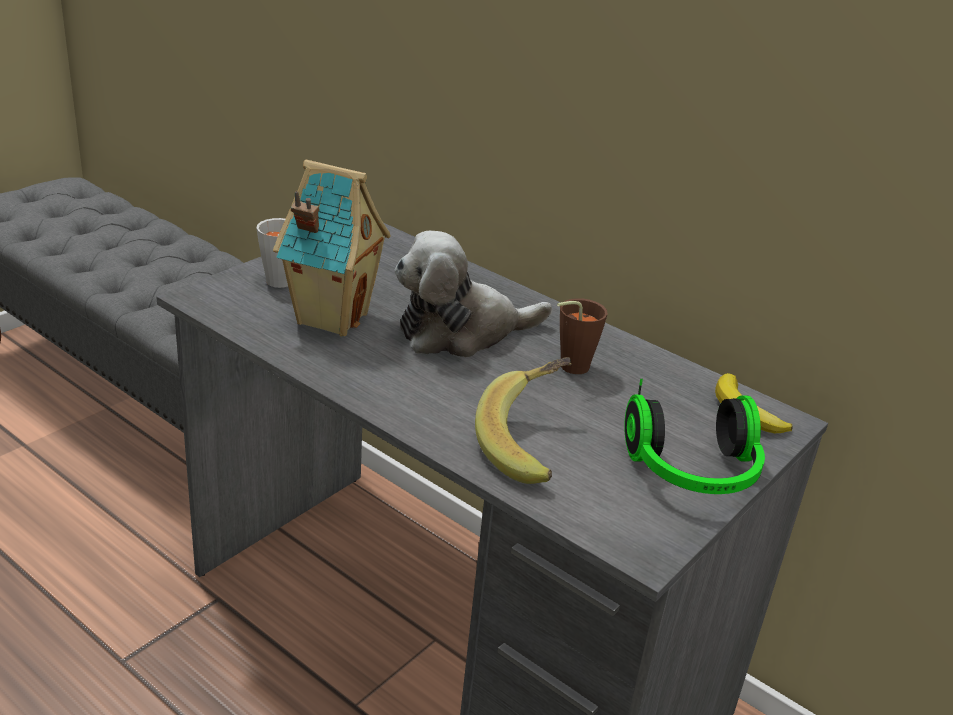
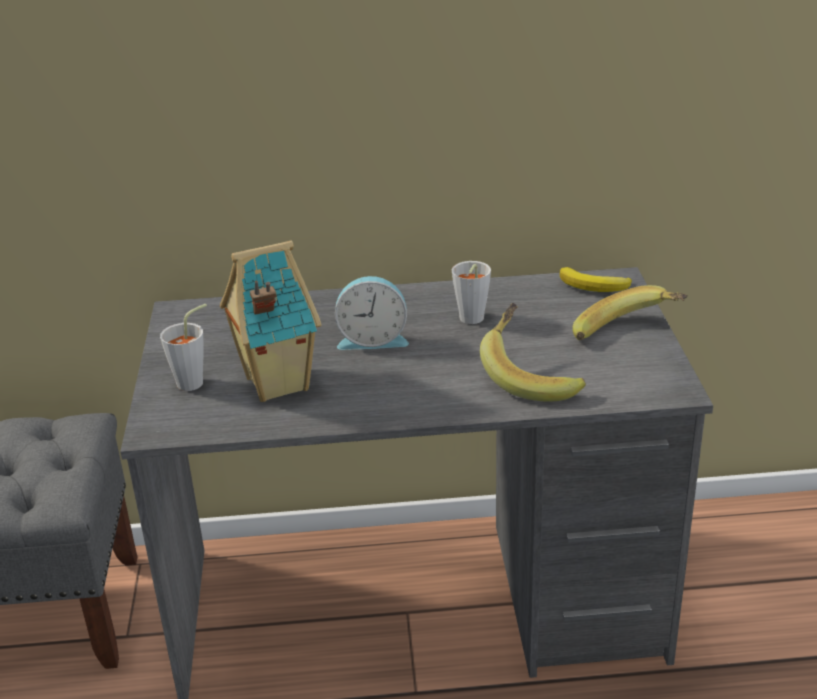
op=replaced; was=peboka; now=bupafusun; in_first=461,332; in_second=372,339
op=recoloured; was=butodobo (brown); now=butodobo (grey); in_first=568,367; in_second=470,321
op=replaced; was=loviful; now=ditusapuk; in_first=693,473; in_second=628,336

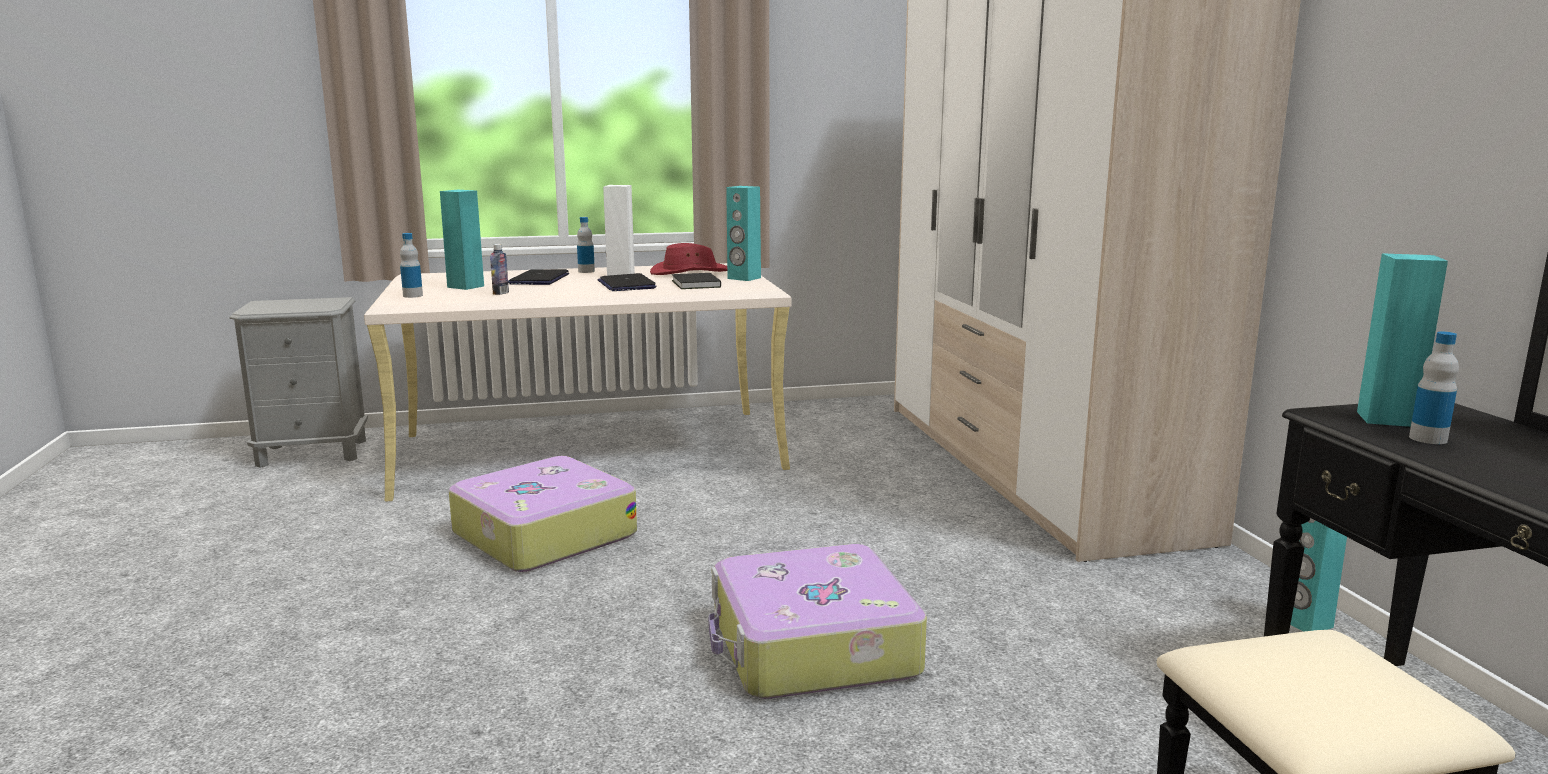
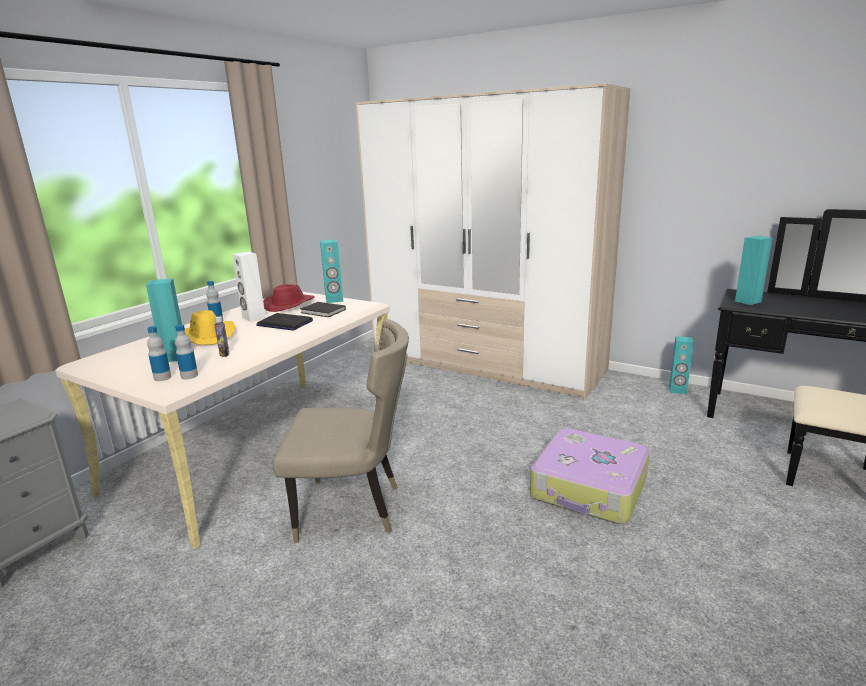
op=replaced; was=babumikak; now=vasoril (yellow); in_first=539,279; in_second=208,336
op=moved; was=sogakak; in_first=1428,439; in_second=189,376
op=replaced; was=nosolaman; now=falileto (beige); in_first=542,534; in_second=354,509

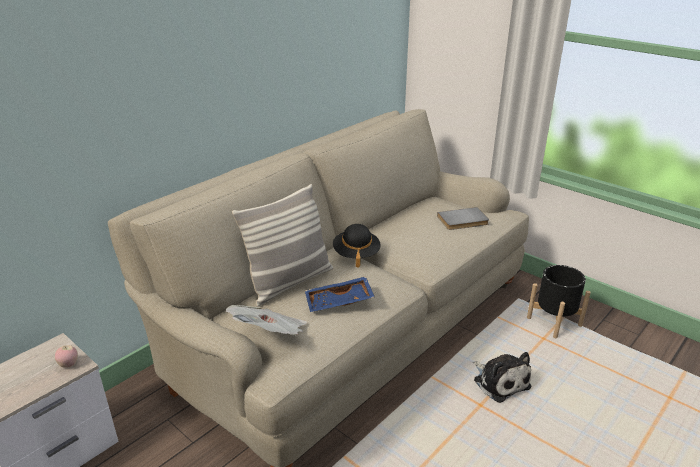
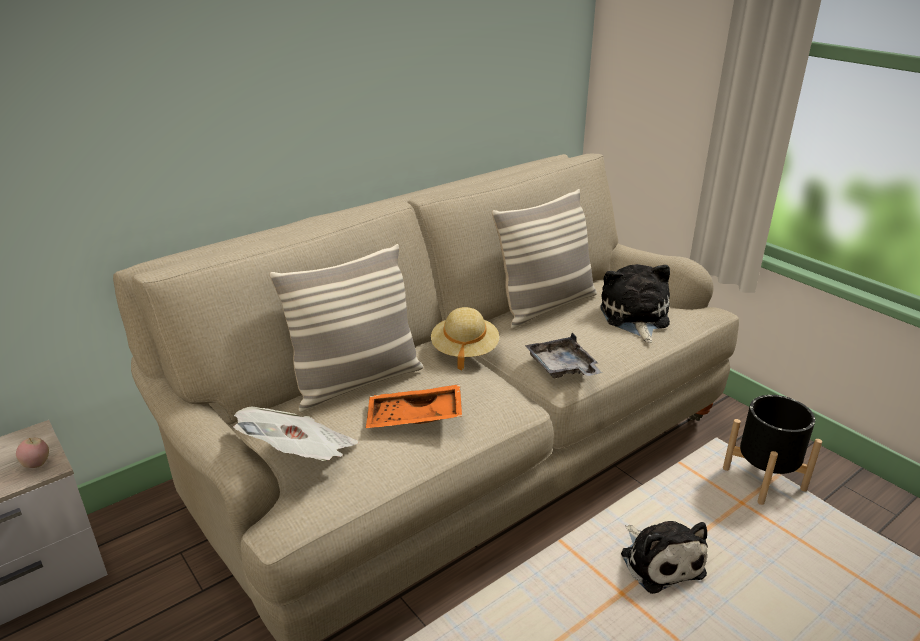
op=replaced; was=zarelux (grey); now=peboka; in_first=463,221; in_second=634,317
op=recoloured; was=vasoril (black); now=vasoril (beige); in_first=356,254; in_second=464,351
op=recoloured; was=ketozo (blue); now=ketozo (orange); in_first=339,302; in_second=414,418
op=added; now=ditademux; in_second=545,306
op=added; now=ketozo (grey); in_second=562,367

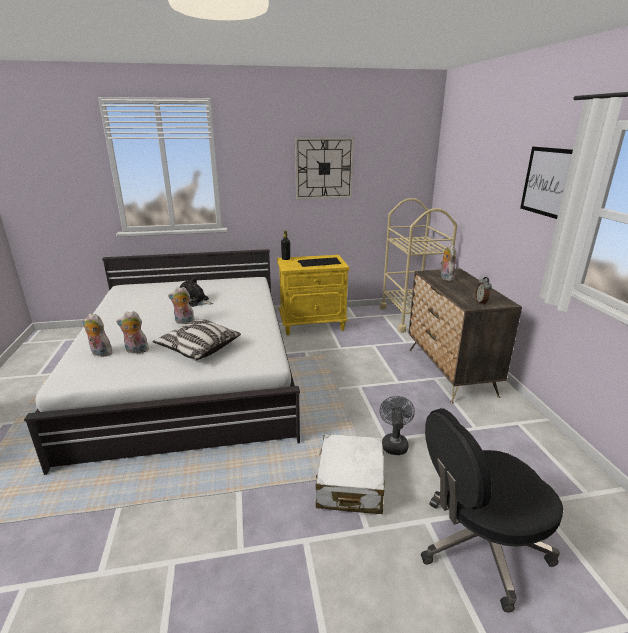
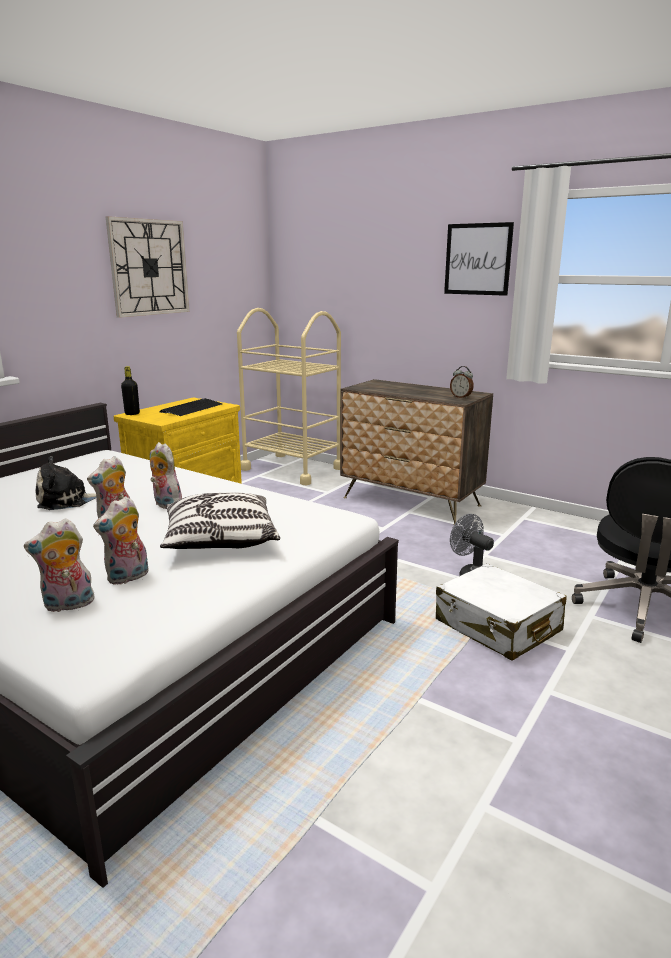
op=moved; was=peboka; in_first=445,278; in_second=165,504

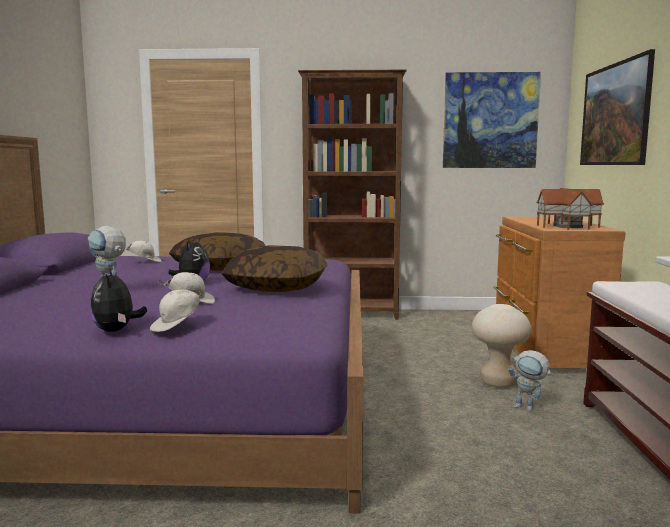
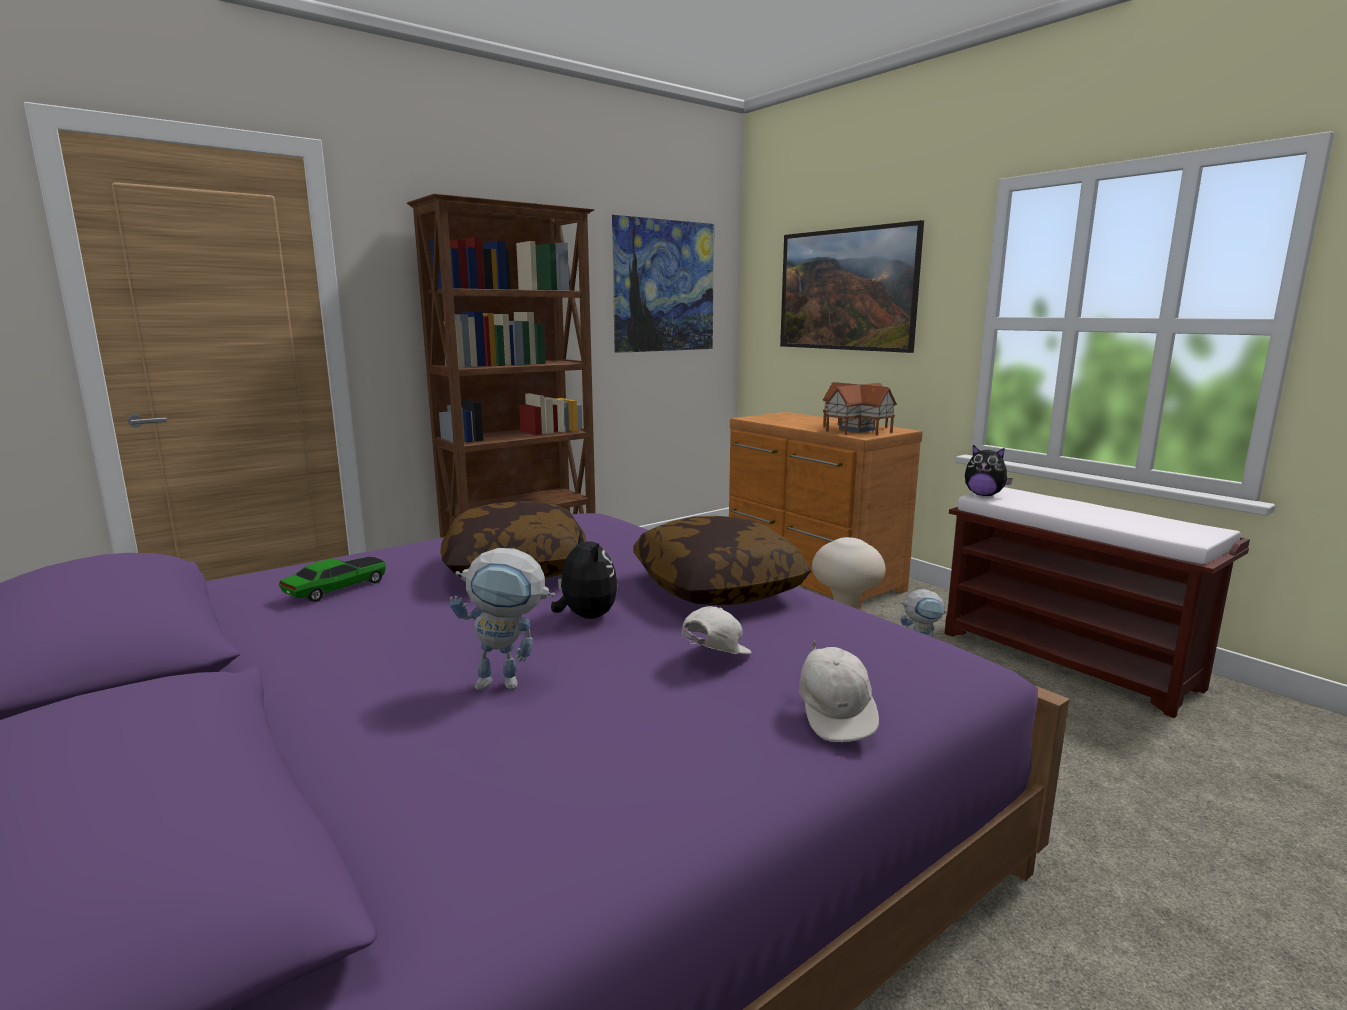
op=replaced; was=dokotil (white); now=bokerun; in_first=144,262; in_second=336,589
op=moved; was=peboka; in_first=116,330; in_second=984,495

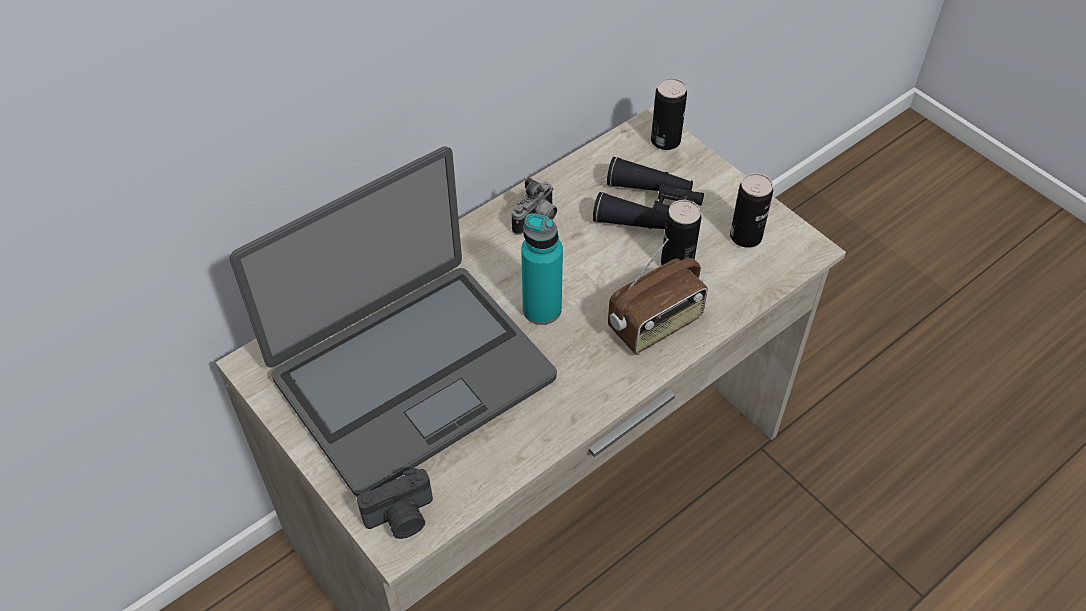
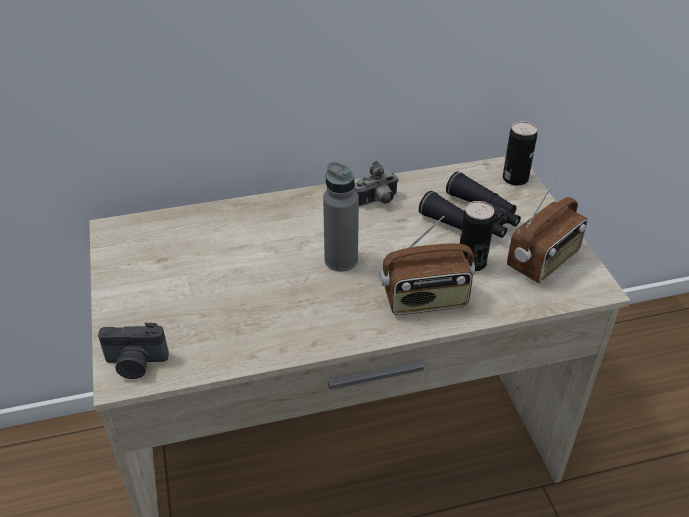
op=removed; was=babumikak; in_first=411,375
op=replaced; was=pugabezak; now=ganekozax; in_first=745,236; in_second=543,262
op=recoloured; was=sogakak (turquoise); now=sogakak (grey); in_first=542,309; in_second=341,260

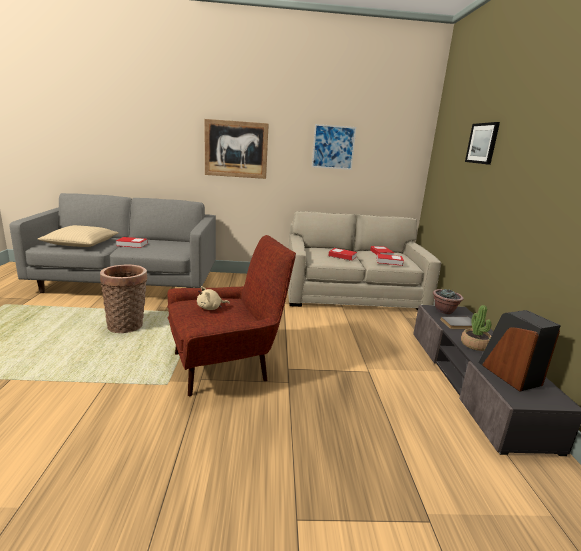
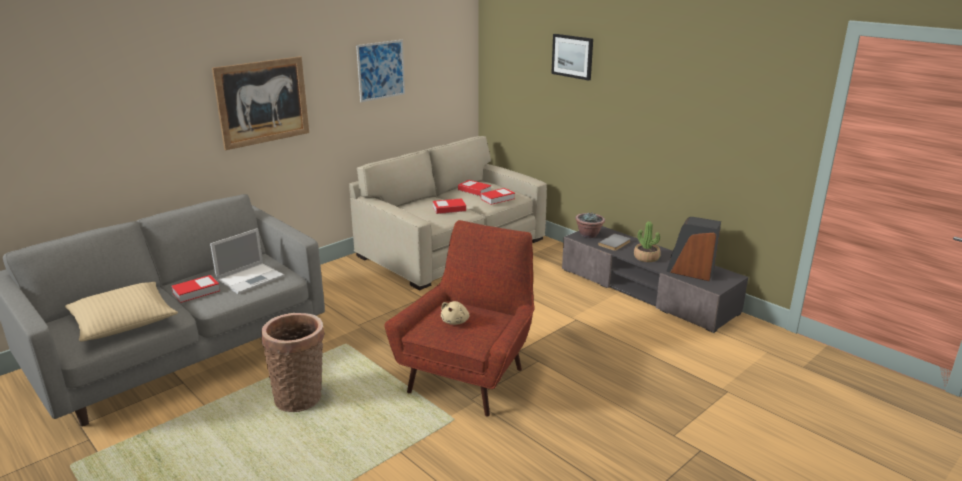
op=added; now=babumikak; in_second=251,278

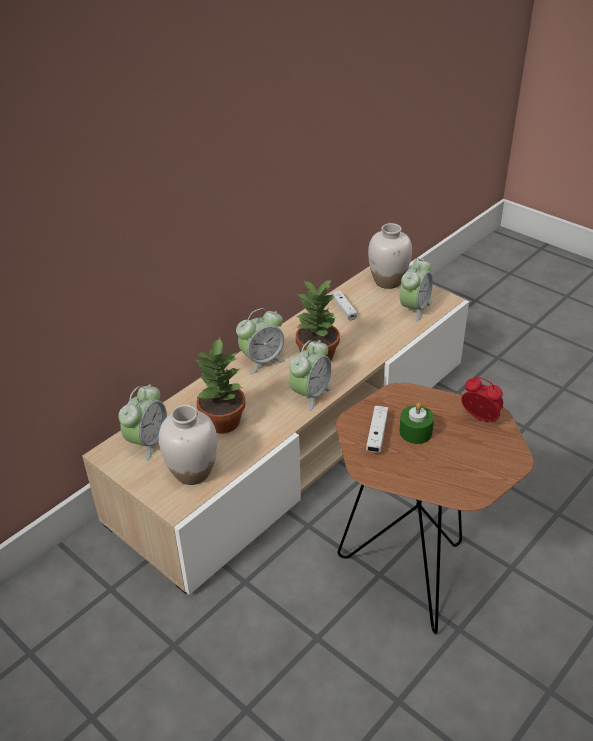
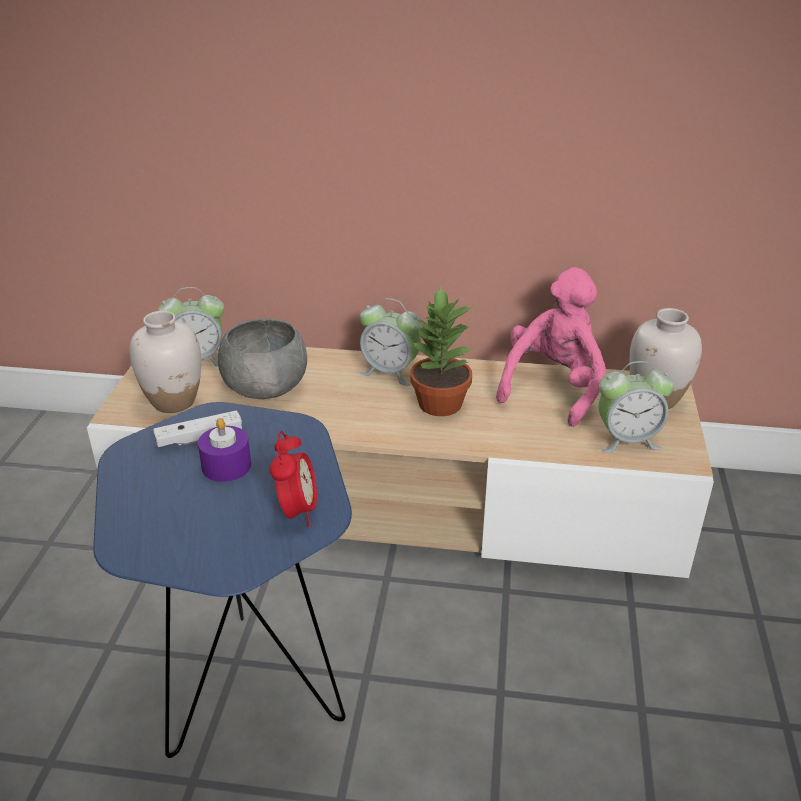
op=replaced; was=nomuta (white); now=peboka (pink); in_first=344,309; in_second=553,388
op=replaced; was=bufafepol; now=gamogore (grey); in_first=222,422; in_second=264,388
op=removed; was=bupafusun; in_first=310,394
op=recoloured; was=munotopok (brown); now=munotopok (blue); in_first=415,578; in_second=252,699
op=recoloured; was=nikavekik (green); now=nikavekik (purple); in_first=415,432; in_second=226,466

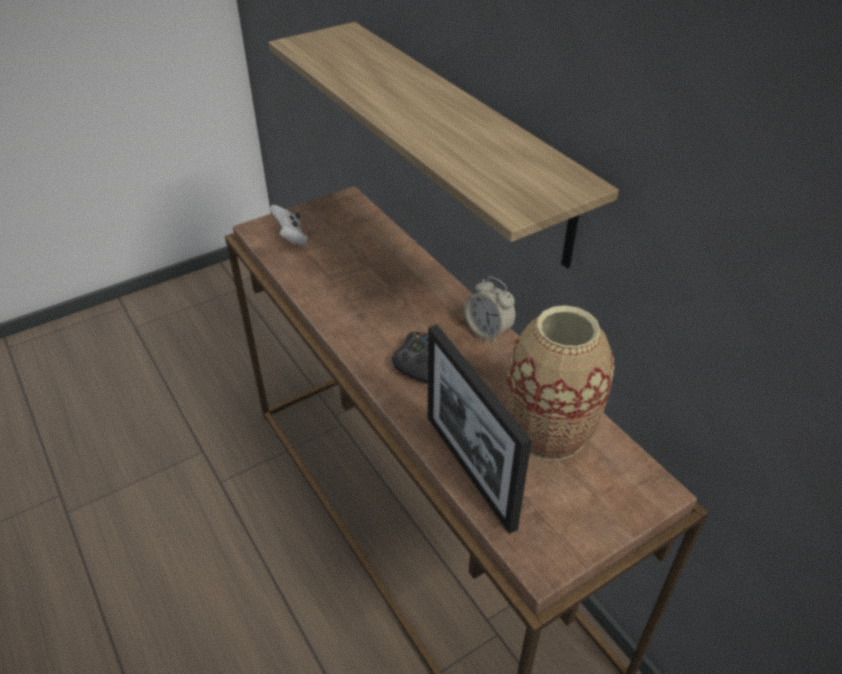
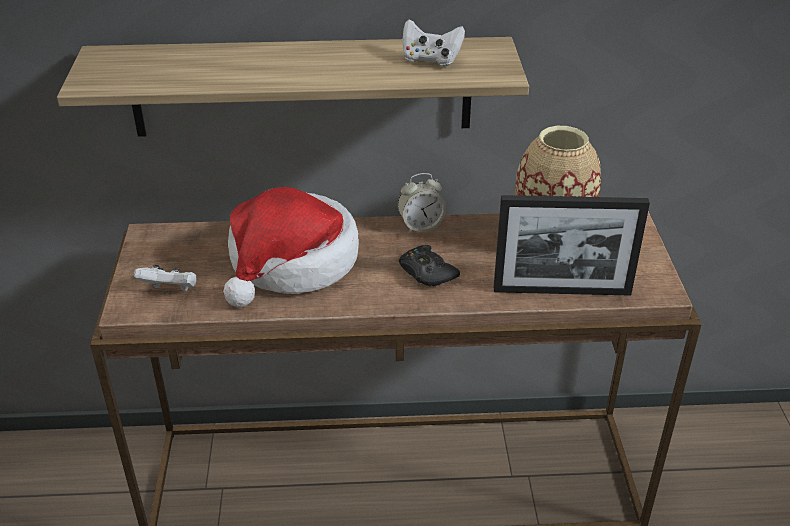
op=added; now=nomuta (white); in_second=430,60
op=added; now=vasoril; in_second=291,263

